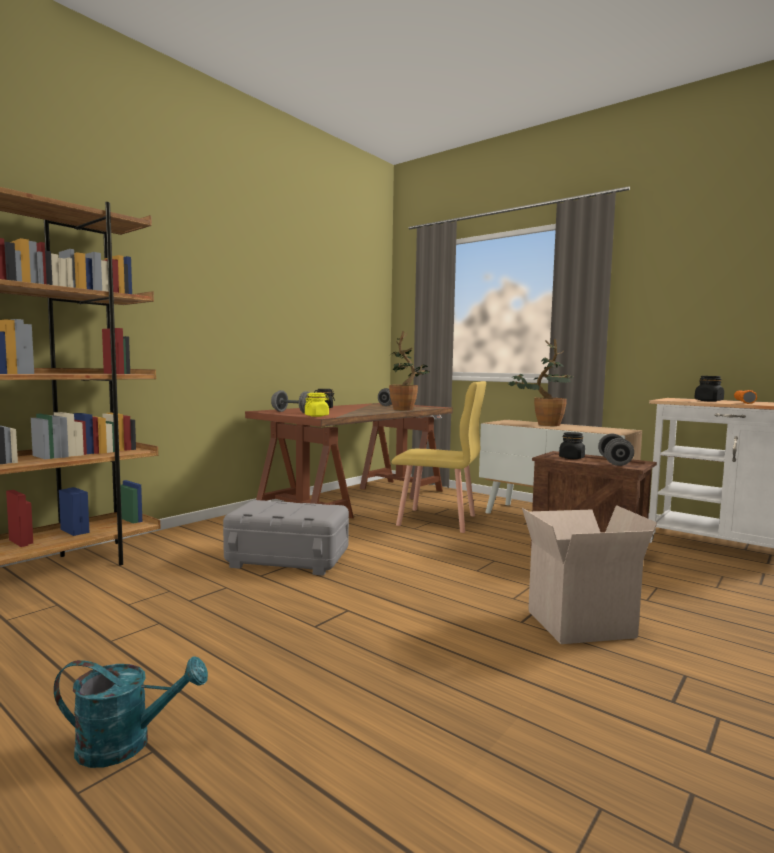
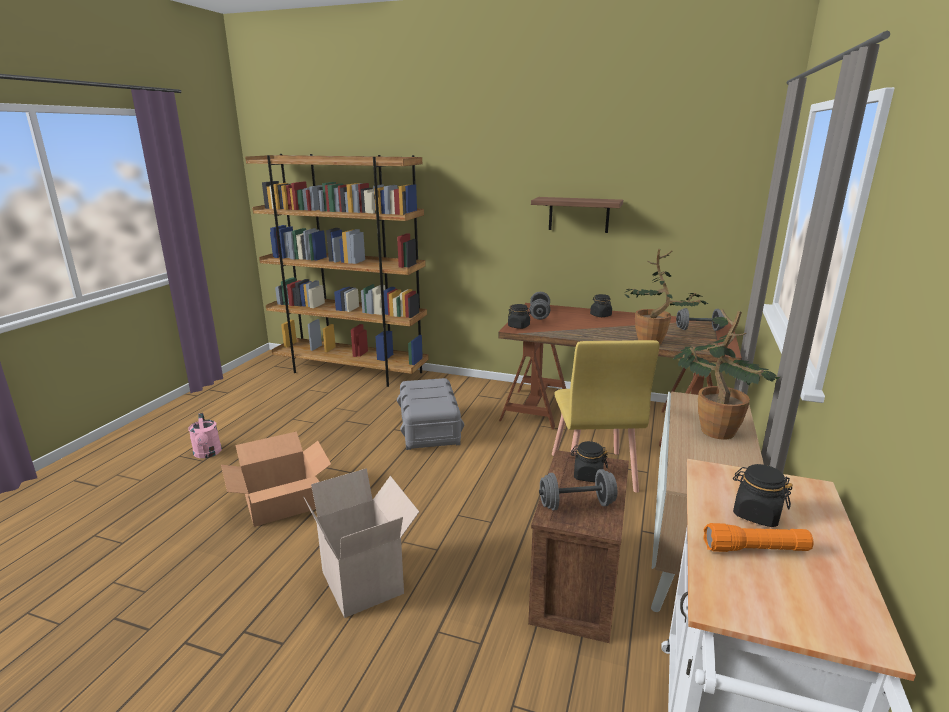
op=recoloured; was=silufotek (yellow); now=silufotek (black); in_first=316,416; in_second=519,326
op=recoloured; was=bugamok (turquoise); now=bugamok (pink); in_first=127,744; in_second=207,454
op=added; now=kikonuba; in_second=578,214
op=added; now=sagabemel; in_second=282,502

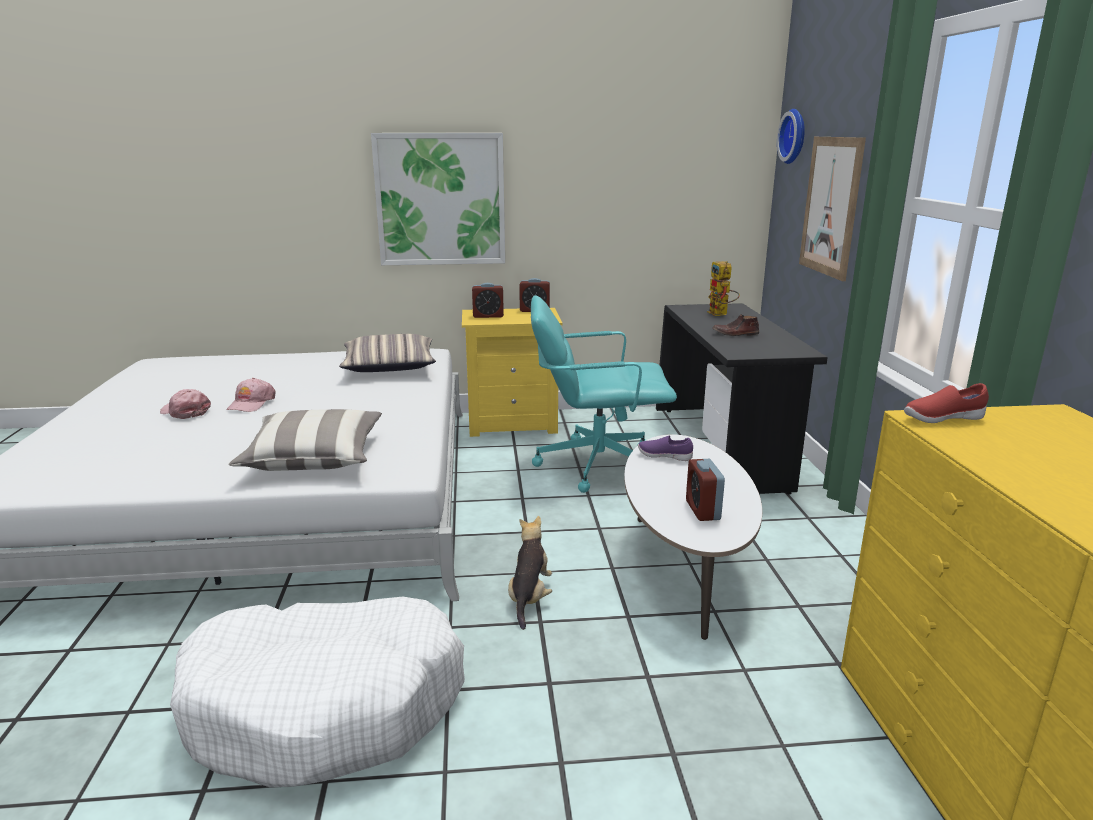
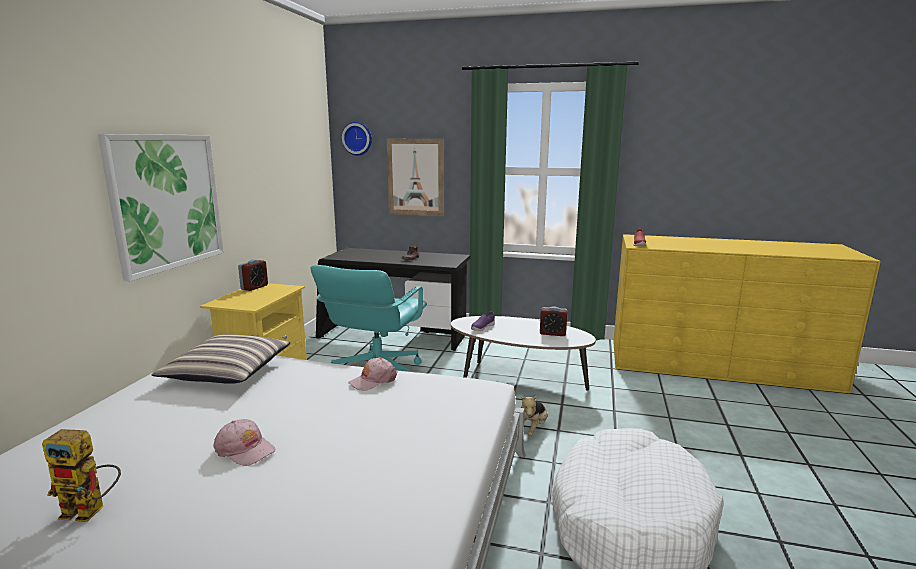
op=moved; was=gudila; in_first=721,314; in_second=92,510
op=removed; was=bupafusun; in_first=488,316
op=moved; was=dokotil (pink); in_first=185,412; in_second=373,380
op=removed; was=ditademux; in_first=313,458
op=turned; was=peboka; in_first=529,597; in_second=532,429; clockwise=-90

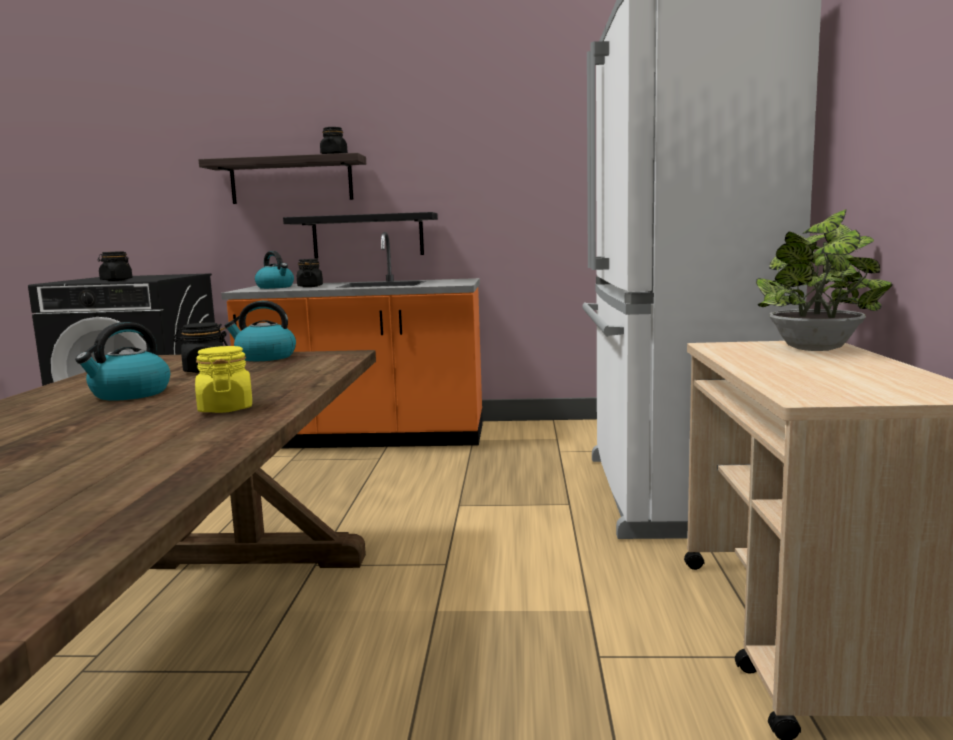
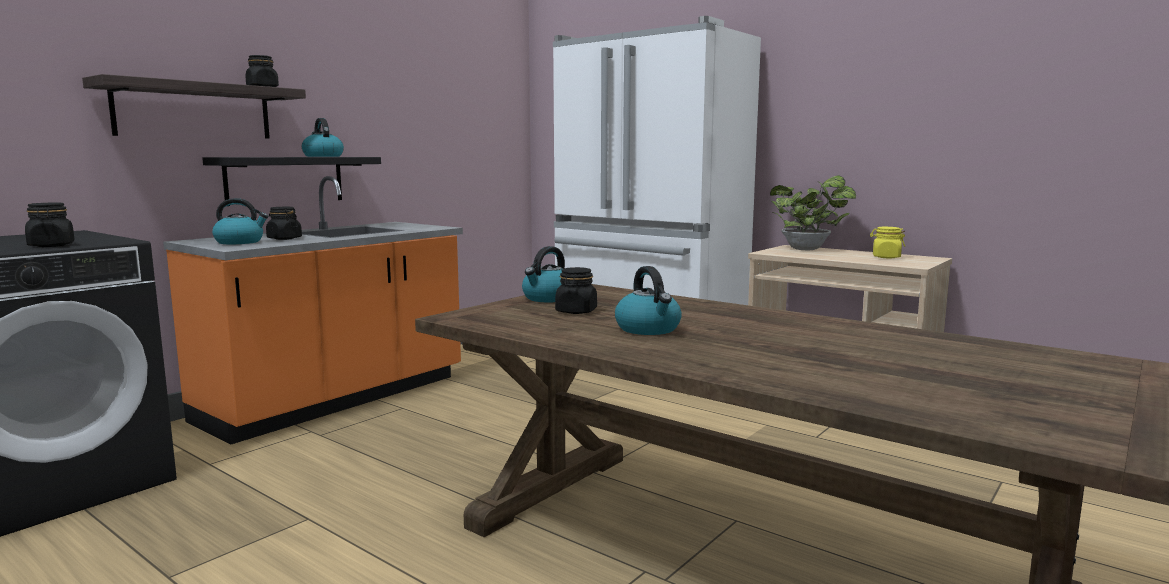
op=moved; was=silufotek (yellow); in_first=226,408; in_second=886,257
op=added; now=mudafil; in_second=322,156

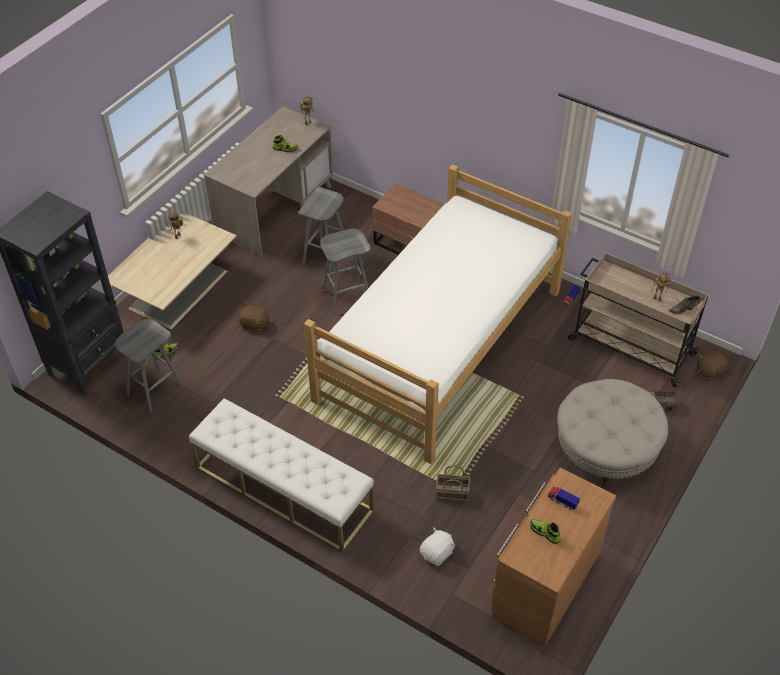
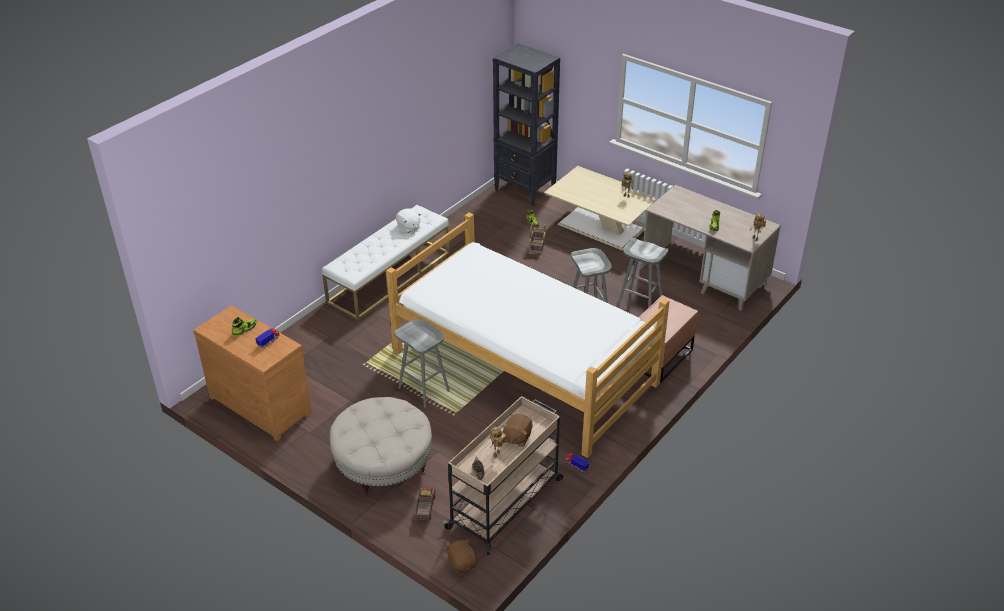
op=moved; was=peboka (brown); in_first=255,325; in_second=517,437
op=moved; was=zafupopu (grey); in_first=155,389; in_second=424,389
op=moved; was=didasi; in_first=451,493; in_second=537,246
op=moved; was=peboka (white); in_first=437,553; in_second=408,227

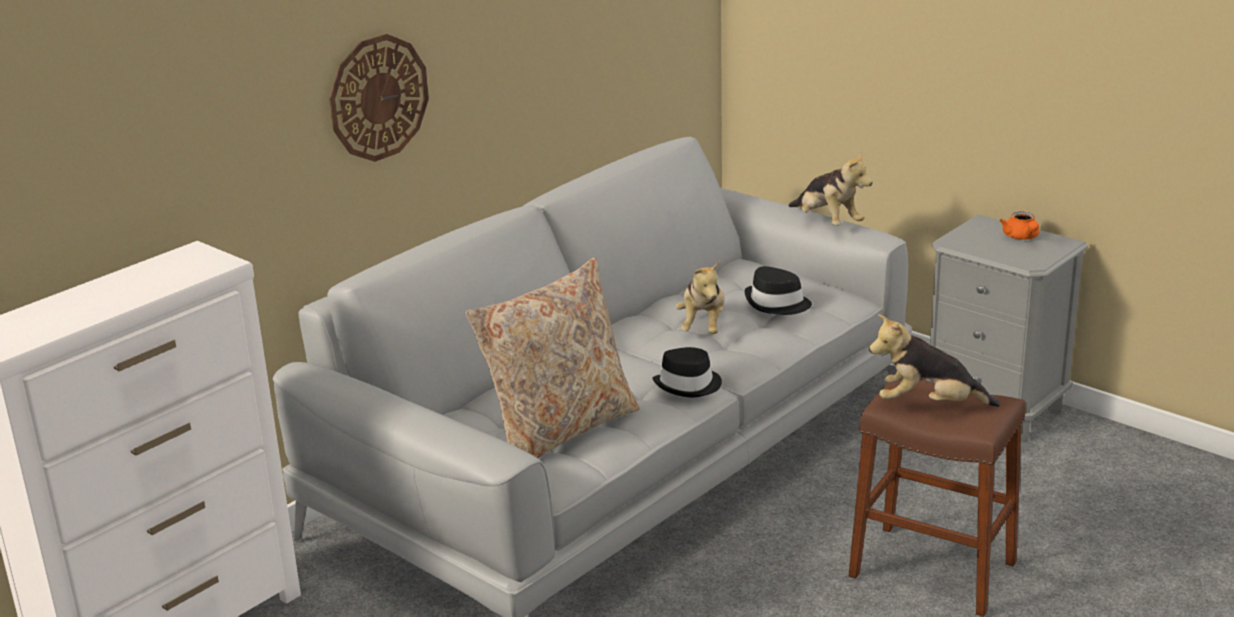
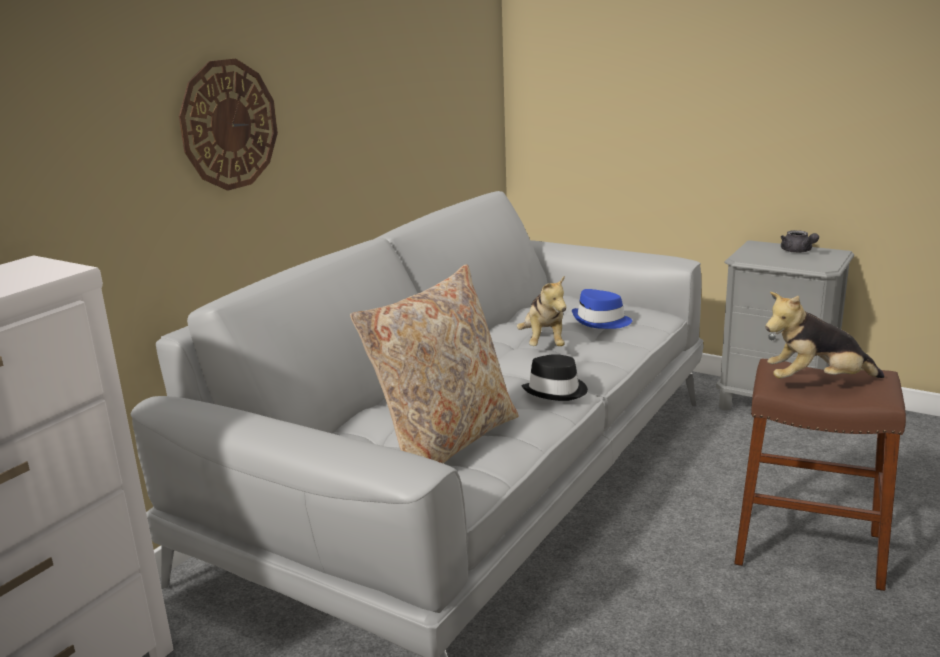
op=removed; was=peboka; in_first=828,222
op=recoloured; was=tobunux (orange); now=tobunux (grey); in_first=1022,237; in_second=798,251
op=recoloured; was=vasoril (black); now=vasoril (blue); in_first=777,304; in_second=601,321

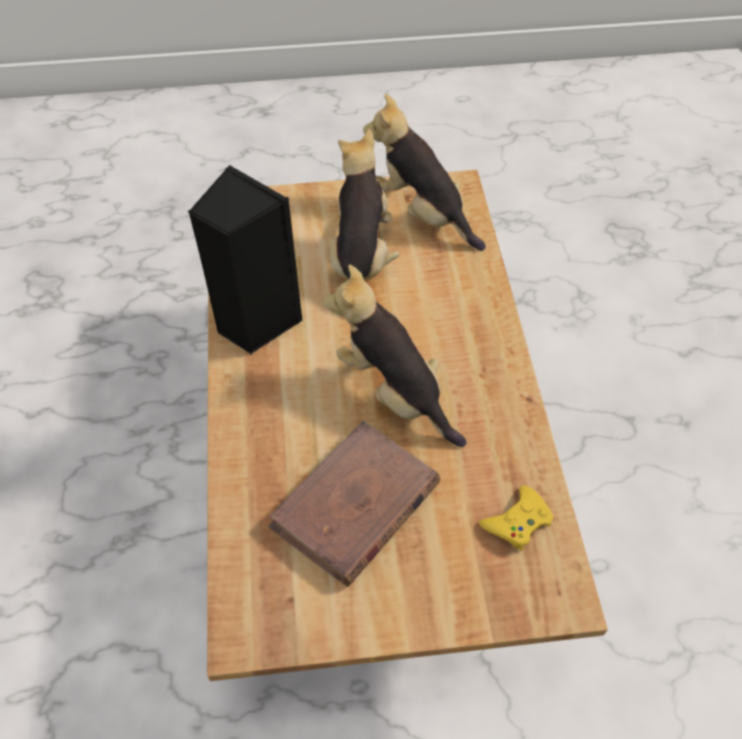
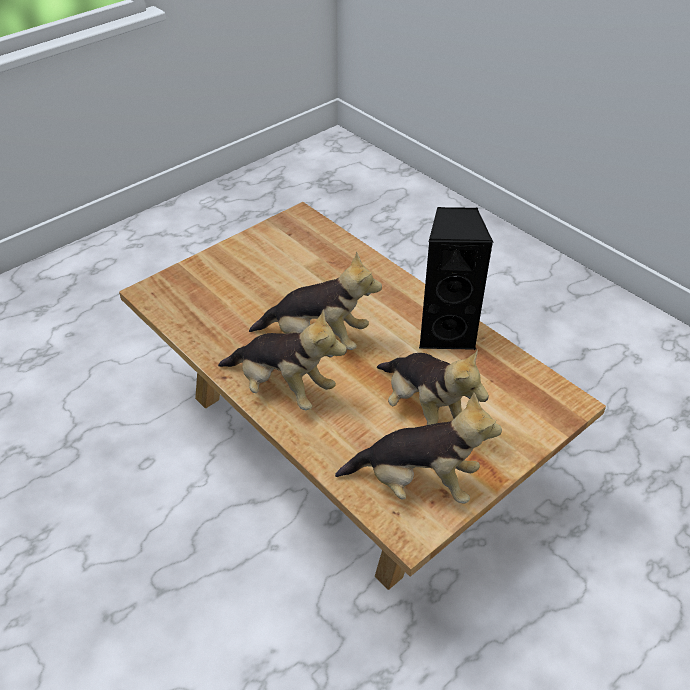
op=removed; was=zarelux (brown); in_first=355,506
op=removed; was=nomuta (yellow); in_first=517,521
op=added; now=peboka; in_second=282,388

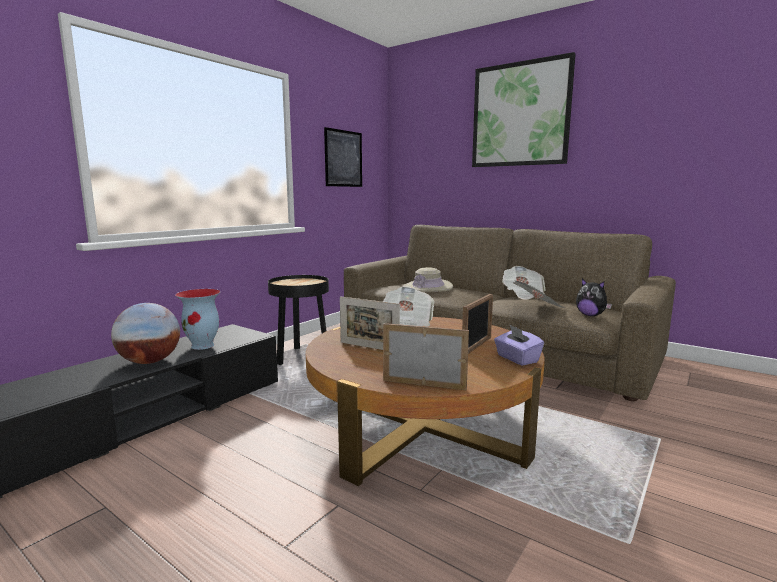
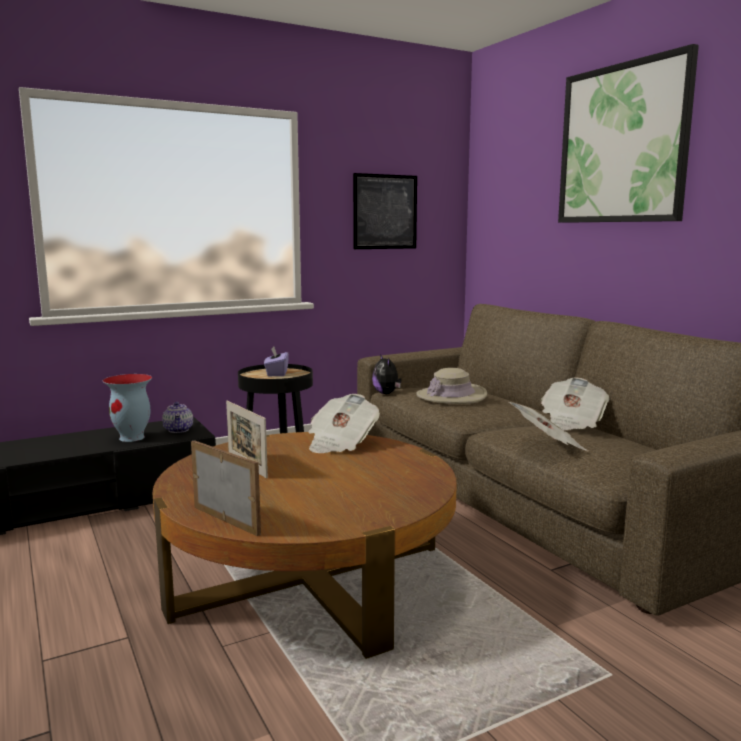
op=moved; was=peboka; in_first=590,315; in_second=387,393
op=removed; was=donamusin; in_first=477,347
op=removed; was=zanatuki; in_first=150,362
op=moved; was=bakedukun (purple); in_first=517,359; in_second=276,373
op=added; now=tobunux; in_second=179,430

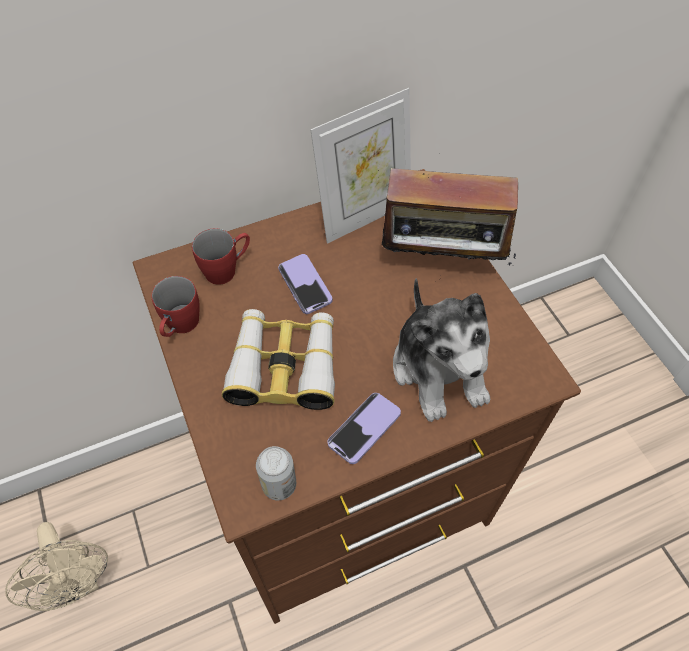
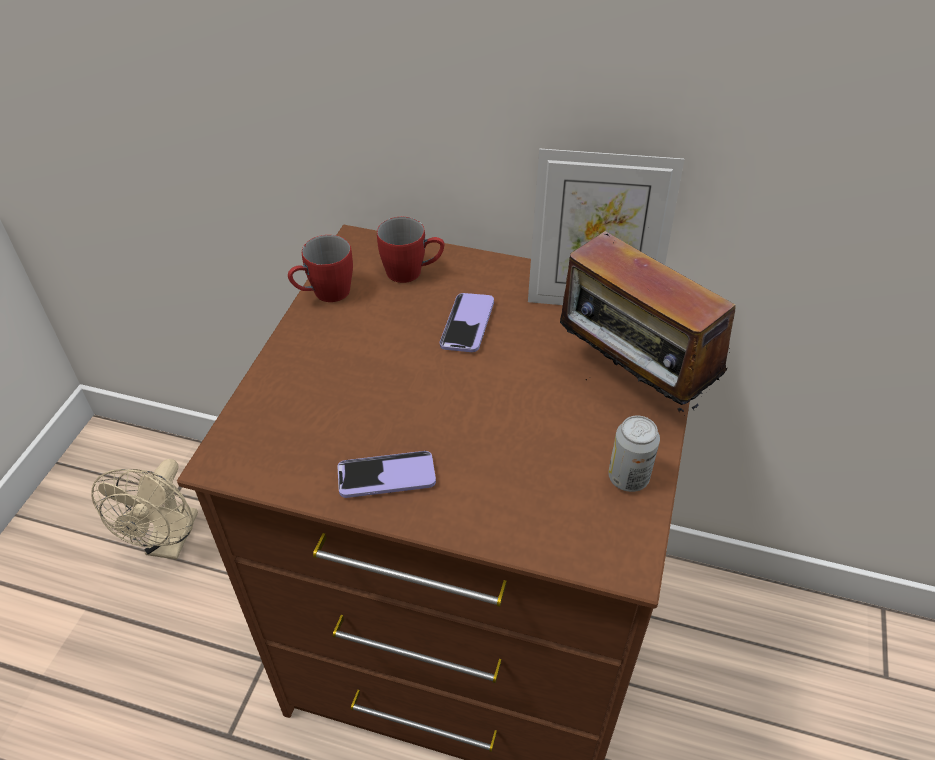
op=removed; was=peboka; in_first=439,369
op=removed; was=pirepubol; in_first=284,366
op=moved; was=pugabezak; in_first=279,485; in_second=628,478

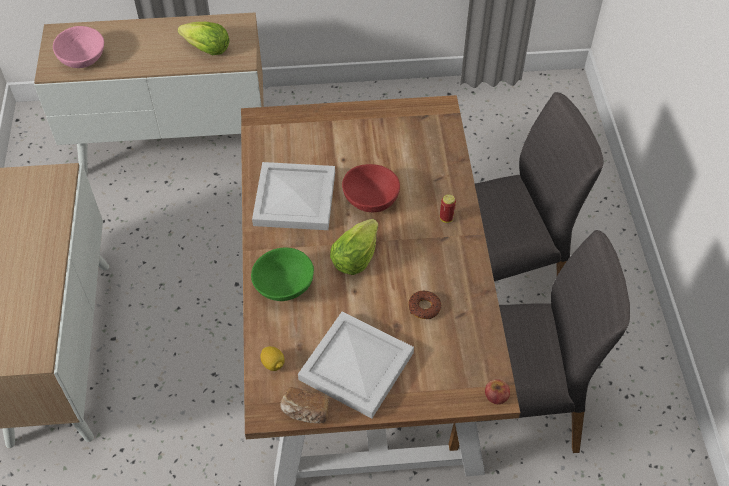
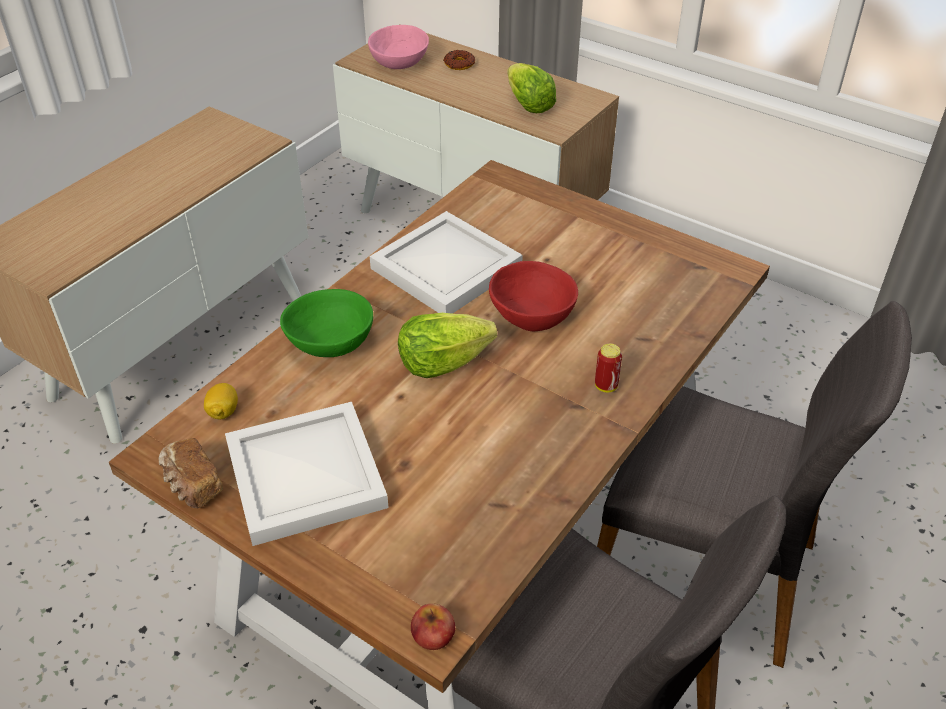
op=moved; was=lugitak; in_first=424,307; in_second=459,64

